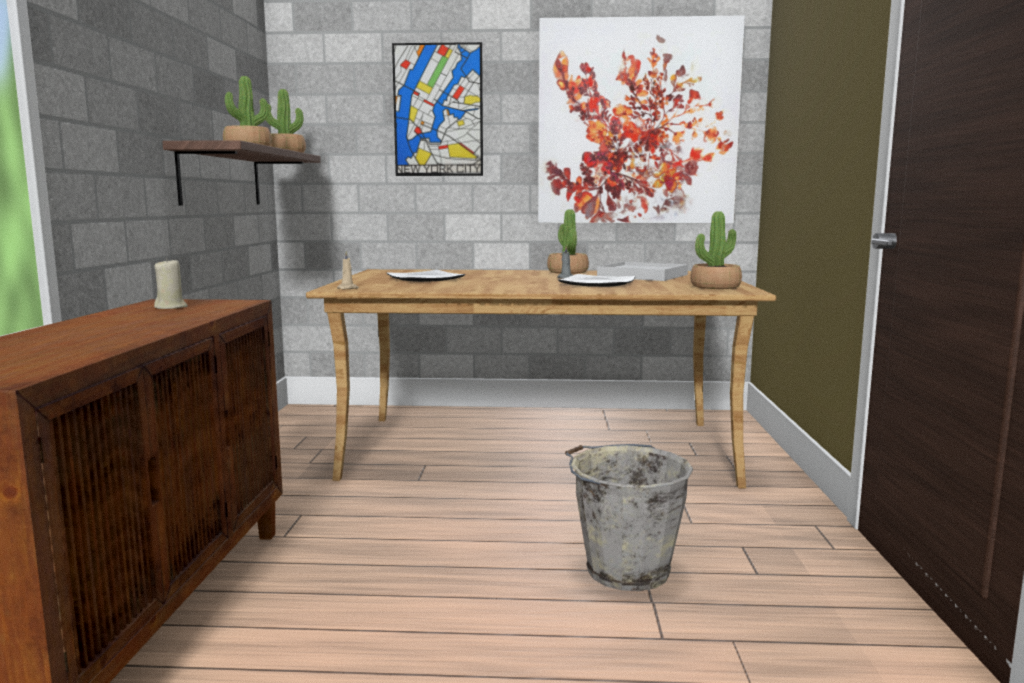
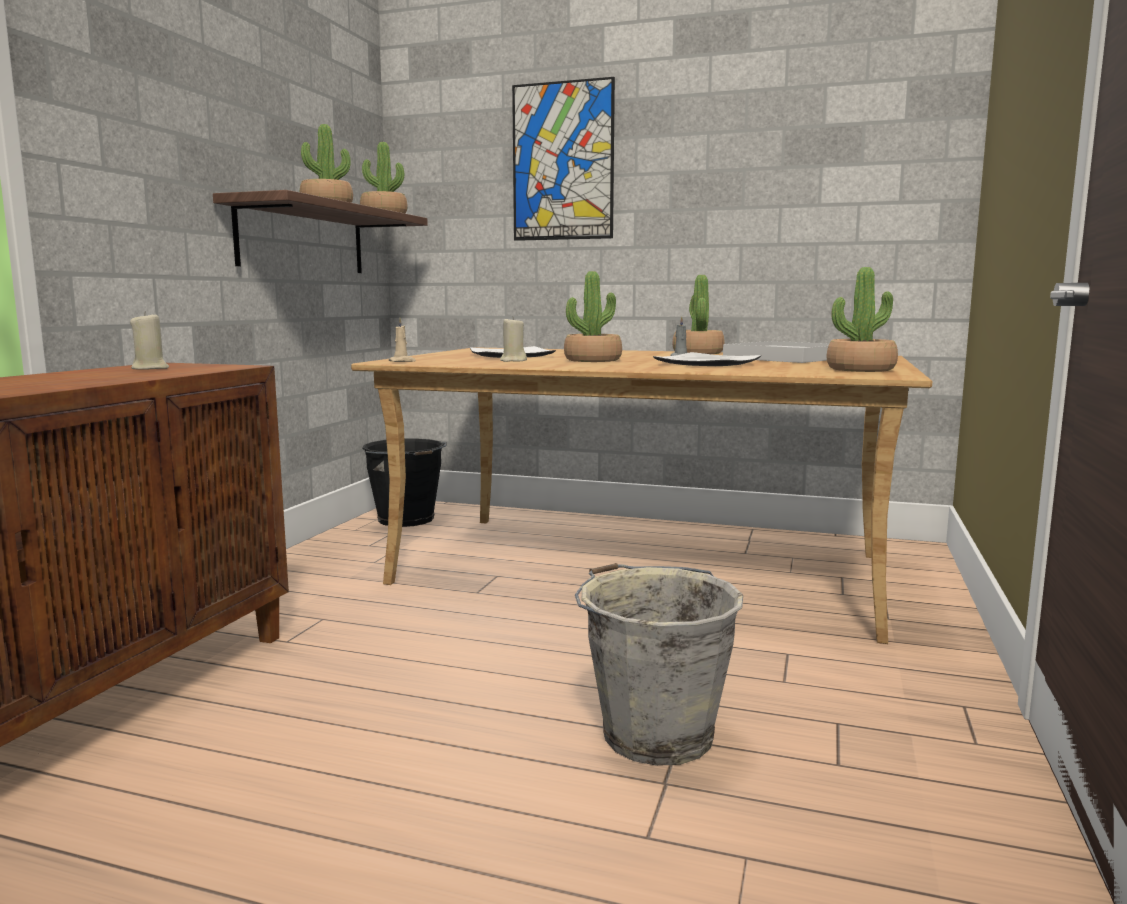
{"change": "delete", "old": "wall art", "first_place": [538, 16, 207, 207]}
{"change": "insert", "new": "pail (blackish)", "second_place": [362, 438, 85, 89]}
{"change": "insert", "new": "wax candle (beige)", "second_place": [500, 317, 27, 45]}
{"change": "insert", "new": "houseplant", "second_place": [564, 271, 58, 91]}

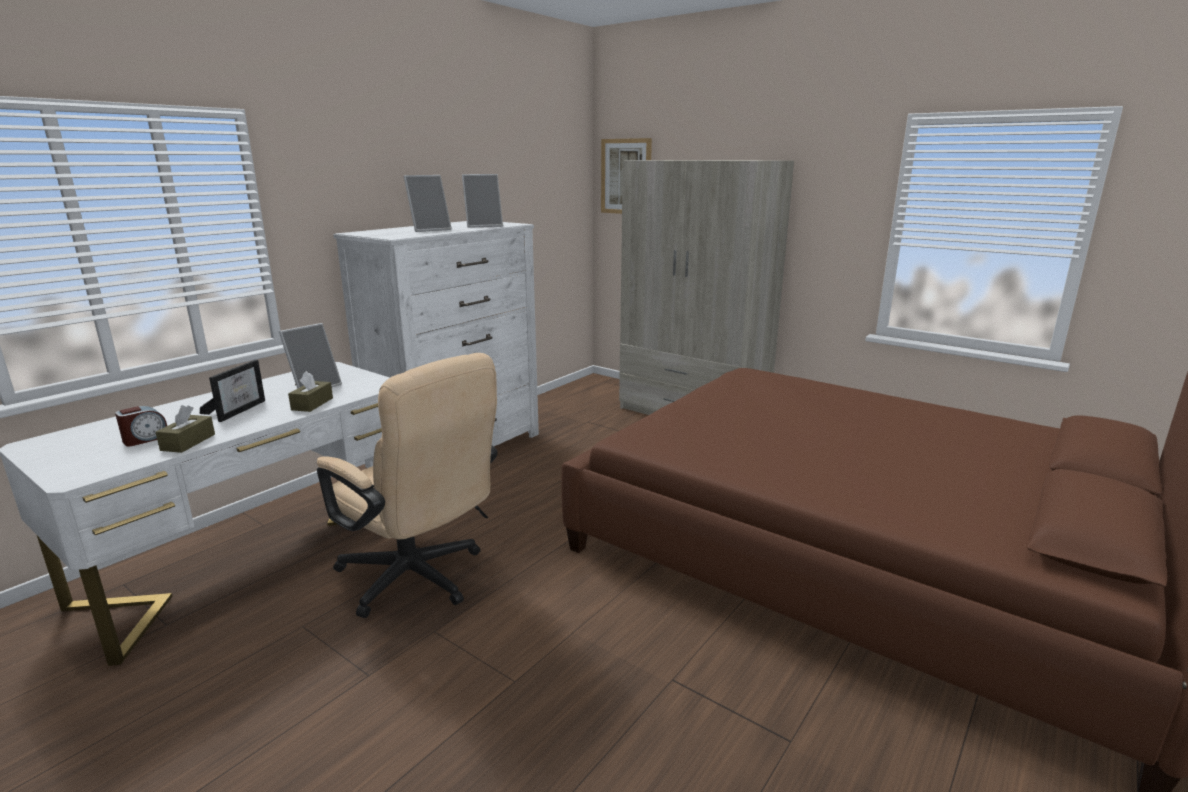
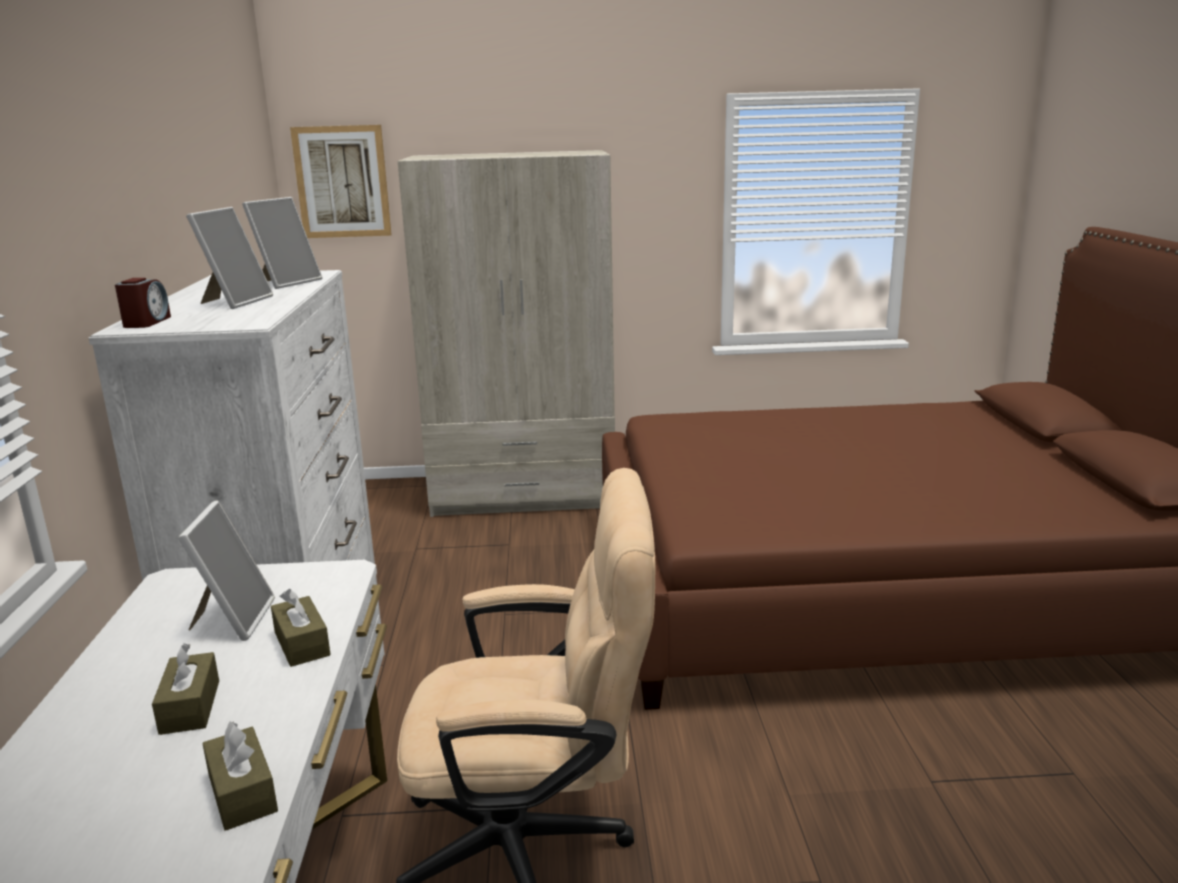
{"change": "move", "old": "bedside clock", "first_place": [115, 406, 52, 41], "second_place": [115, 278, 56, 50]}
{"change": "replace", "old": "standing frame", "new": "tissue holder (brown-coloured)", "first_place": [200, 360, 65, 62], "second_place": [152, 643, 67, 92]}

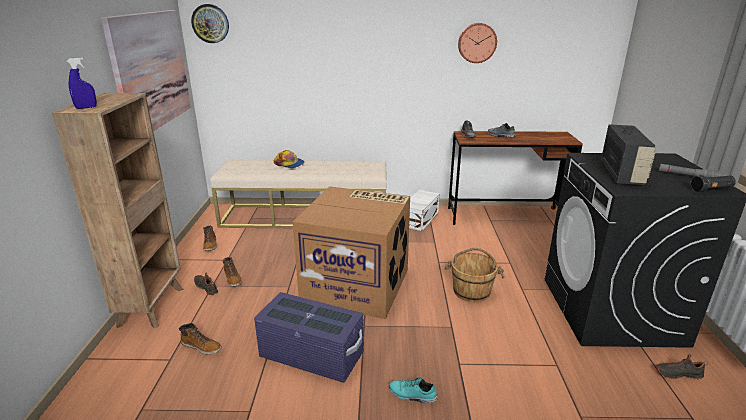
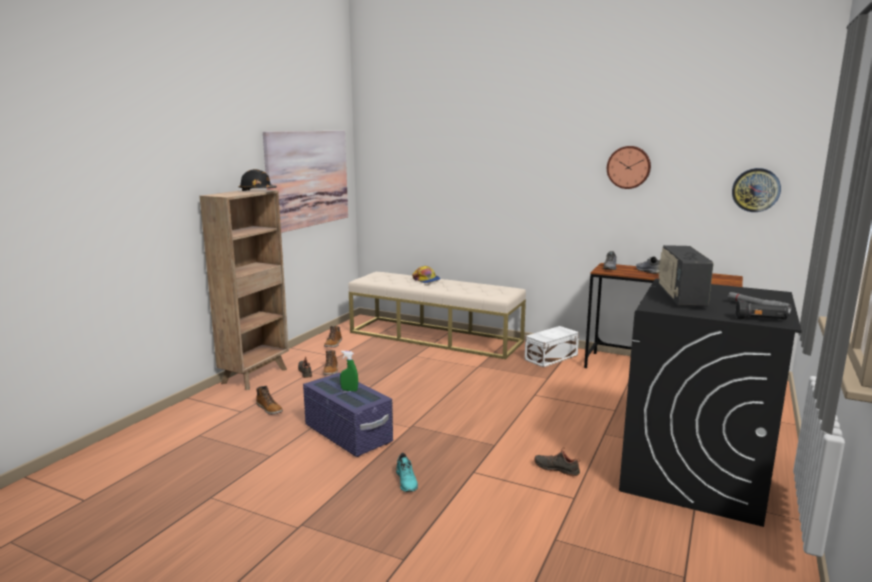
{"change": "delete", "old": "spray bottle (blue-coloured)", "first_place": [67, 57, 30, 52]}
{"change": "move", "old": "hanging clock", "first_place": [191, 4, 38, 39], "second_place": [732, 168, 49, 44]}
{"change": "delete", "old": "cardboard box", "first_place": [293, 186, 117, 133]}
{"change": "rotate", "old": "shoe (blue-green)", "first_place": [389, 377, 49, 27], "second_place": [396, 453, 22, 39], "degrees": -150}
{"change": "delete", "old": "pail (brown-coloured)", "first_place": [444, 248, 60, 54]}
{"change": "rotate", "old": "radio receiver", "first_place": [601, 124, 54, 61], "second_place": [659, 245, 55, 62], "degrees": 150}
{"change": "move", "old": "shoe (blackish)", "first_place": [656, 354, 52, 25], "second_place": [534, 447, 46, 30]}
{"change": "insert", "new": "hard hat (blackish)", "second_place": [238, 169, 39, 22]}
{"change": "insert", "new": "spray bottle (green-coloured)", "second_place": [340, 351, 18, 40]}

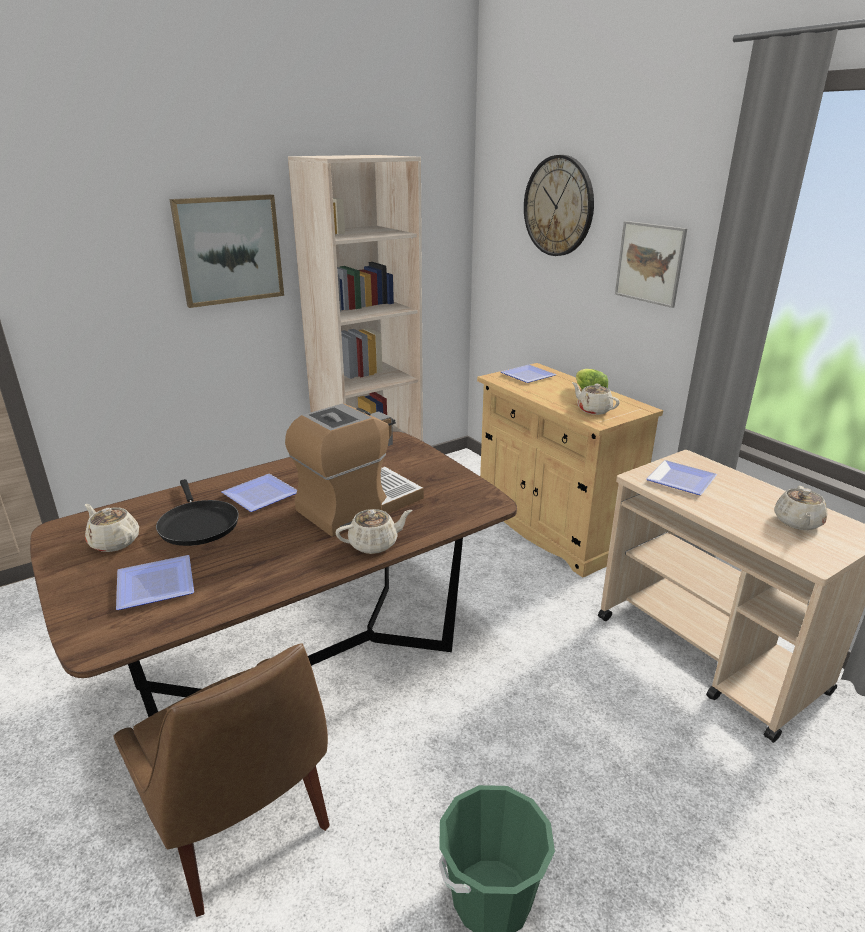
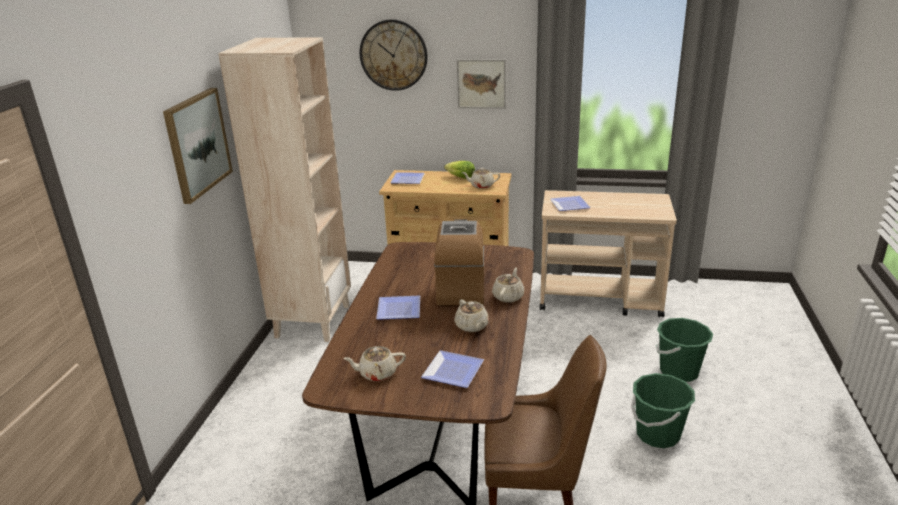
{"change": "delete", "old": "pan (blackish)", "first_place": [156, 479, 83, 67]}
{"change": "move", "old": "pot for tea (beige)", "first_place": [774, 486, 53, 44], "second_place": [454, 299, 35, 33]}
{"change": "insert", "new": "pail (green-coloured)", "second_place": [656, 318, 57, 64]}

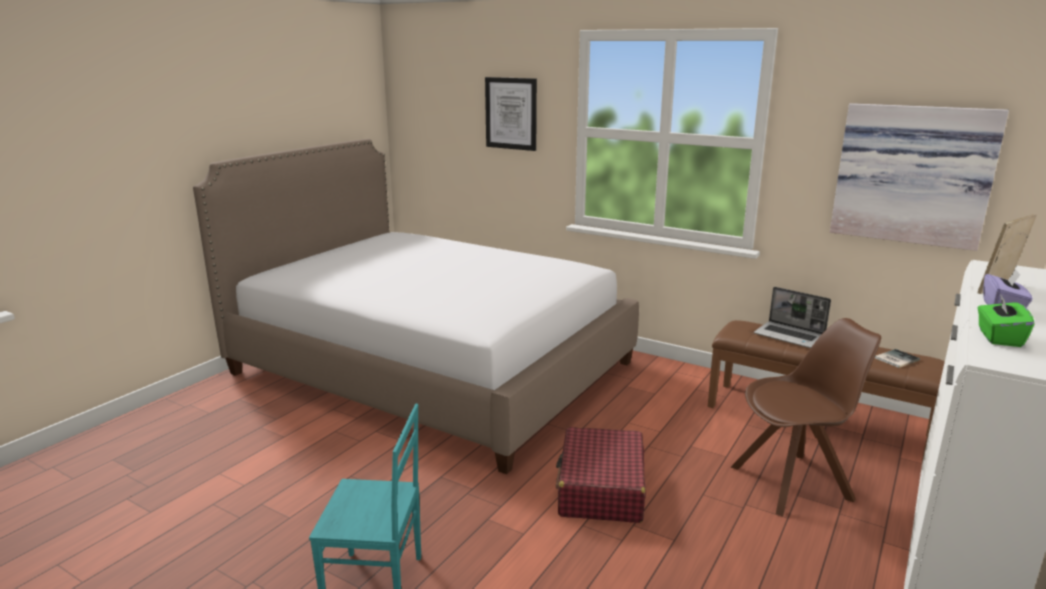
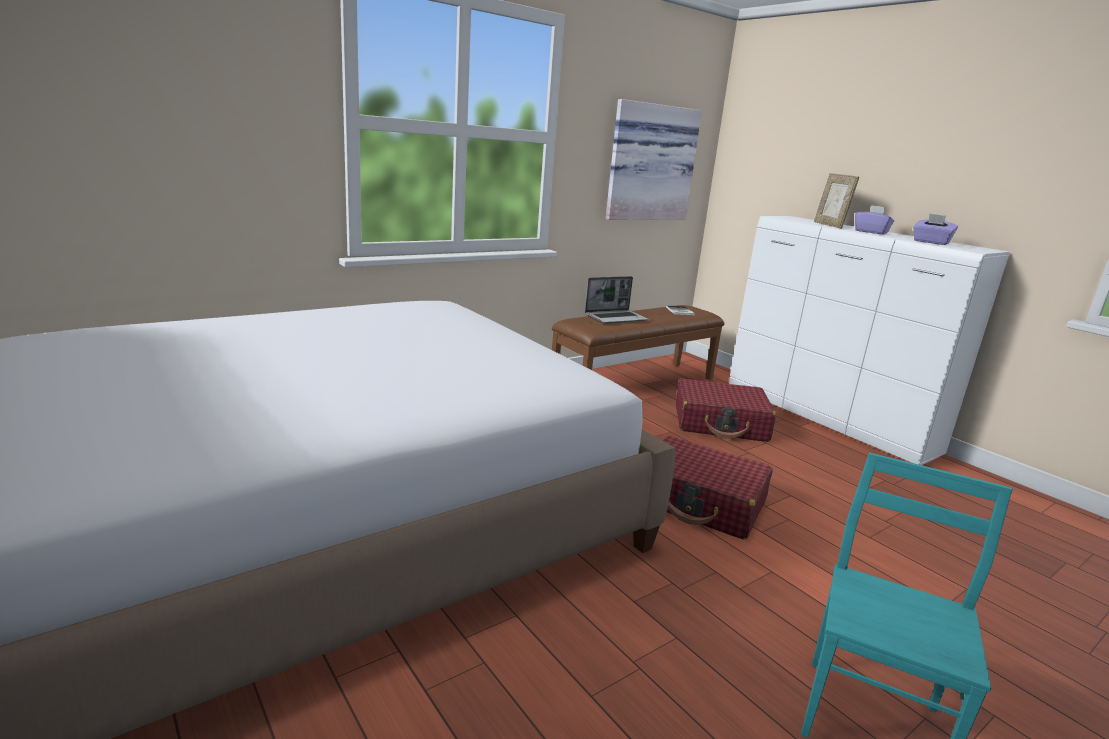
{"change": "delete", "old": "wall art", "first_place": [485, 77, 52, 74]}
{"change": "replace", "old": "upright chair (brown-coloured)", "new": "travel case (red)", "first_place": [730, 318, 151, 198], "second_place": [676, 378, 100, 64]}
{"change": "recolor", "old": "tissue holder (green-coloured)", "new": "tissue holder (purple)", "first_place": [978, 294, 57, 53], "second_place": [913, 213, 45, 32]}

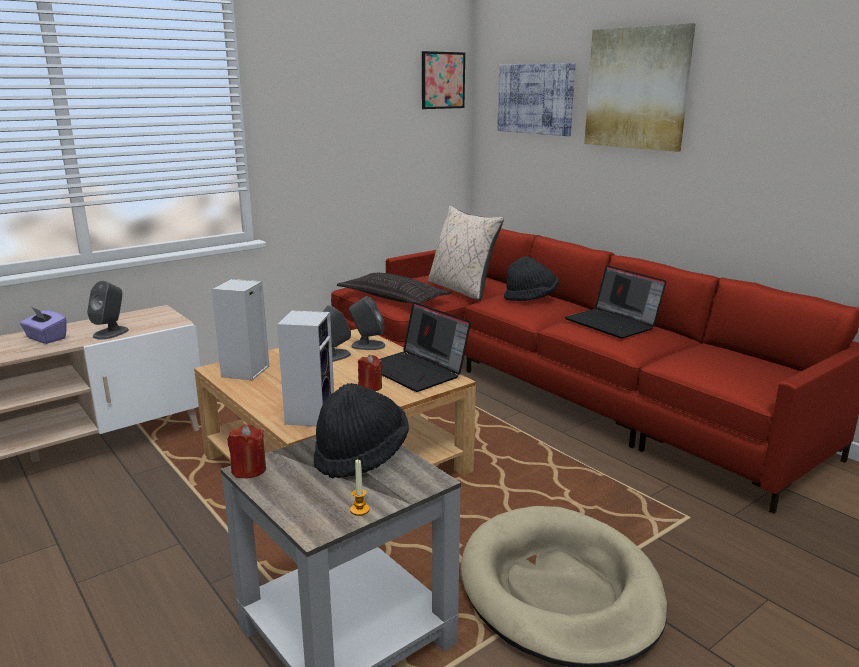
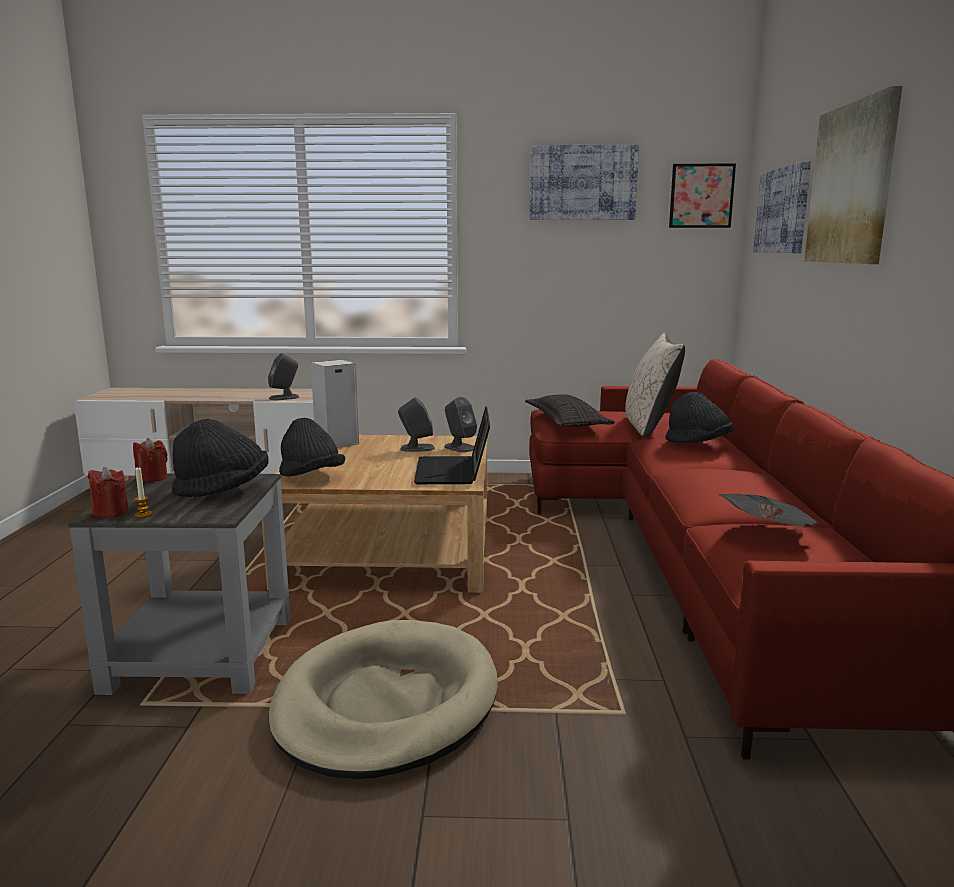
{"change": "delete", "old": "tissue holder (purple)", "first_place": [20, 307, 47, 37]}
{"change": "replace", "old": "loudspeaker", "new": "wearable hat (blackish)", "first_place": [277, 310, 57, 117], "second_place": [279, 418, 66, 58]}
{"change": "move", "old": "wax candle (red)", "first_place": [358, 355, 25, 36], "second_place": [88, 467, 41, 51]}
{"change": "delete", "old": "laptop", "first_place": [565, 265, 101, 74]}
{"change": "insert", "new": "wall art", "second_place": [530, 145, 109, 75]}
{"change": "insert", "new": "printed paper", "second_place": [718, 494, 100, 32]}

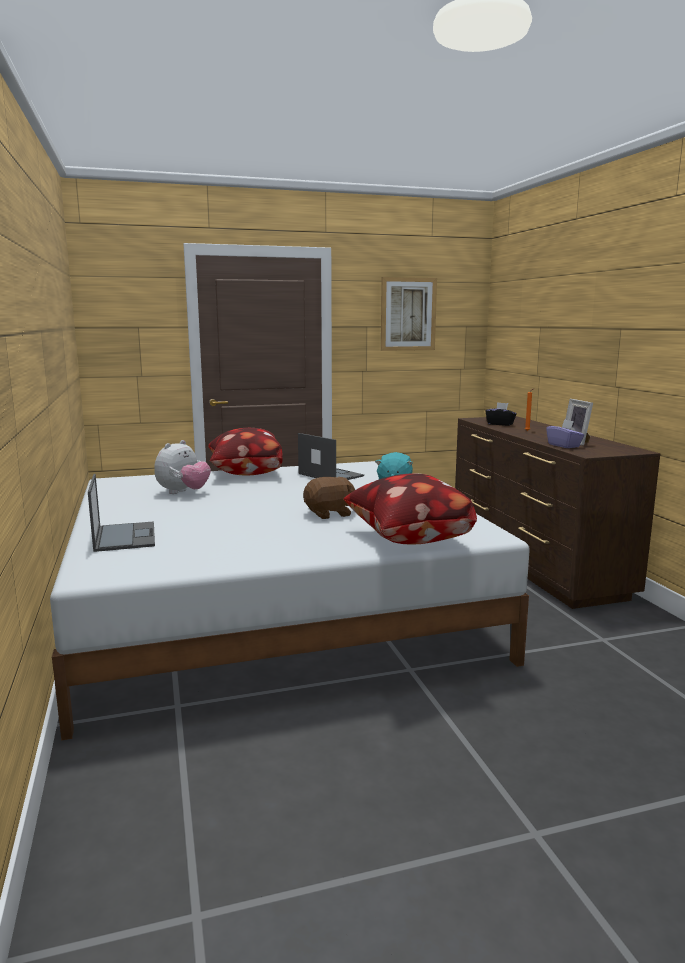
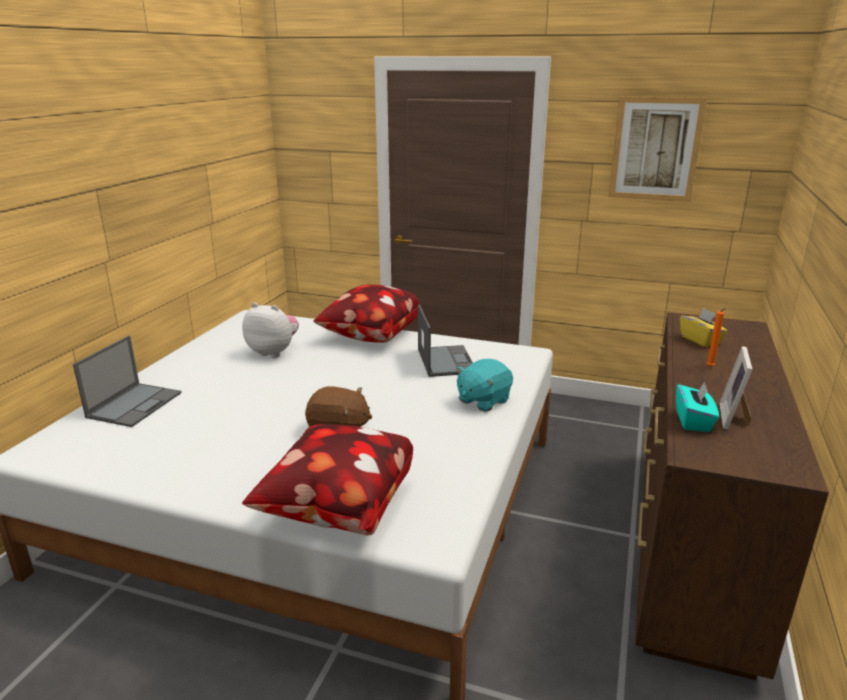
{"change": "rotate", "old": "cuddly toy", "first_place": [154, 440, 57, 54], "second_place": [242, 303, 57, 55], "degrees": -135}
{"change": "recolor", "old": "tissue holder (blackish)", "new": "tissue holder (yellowish)", "first_place": [485, 402, 32, 24], "second_place": [680, 308, 47, 39]}
{"change": "recolor", "old": "tissue holder (purple)", "new": "tissue holder (blue-green)", "first_place": [546, 419, 38, 29], "second_place": [676, 382, 43, 50]}

